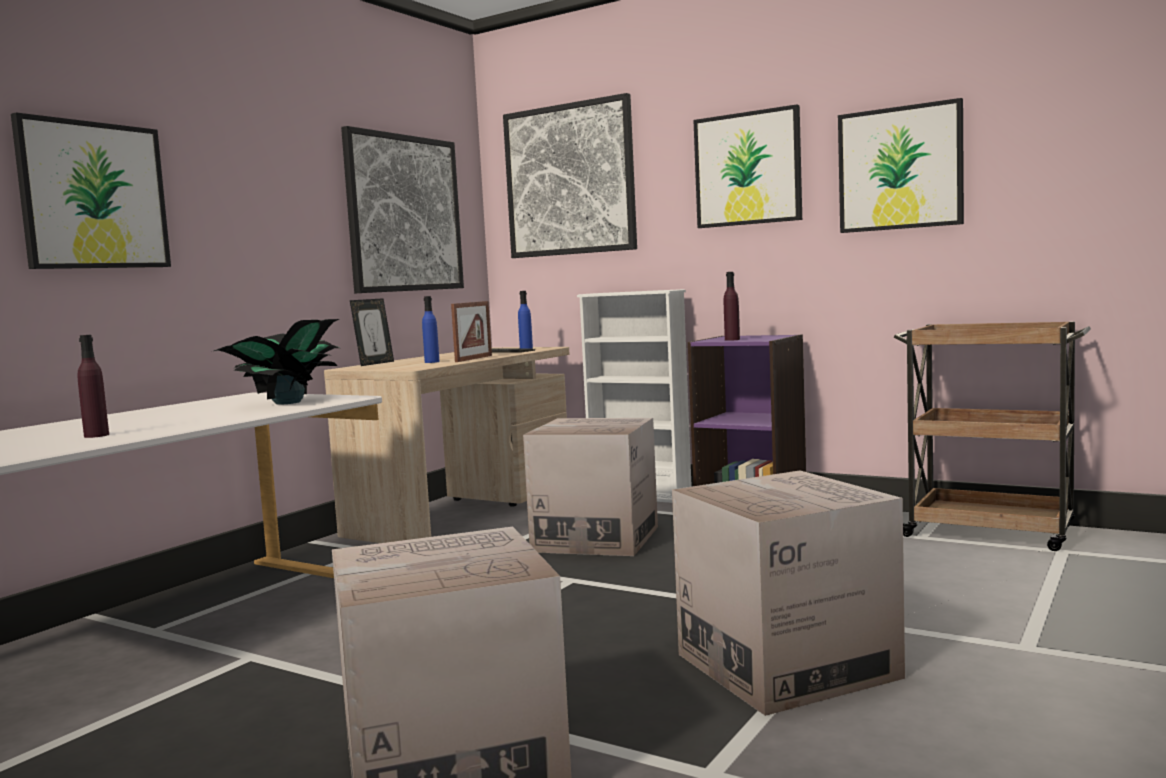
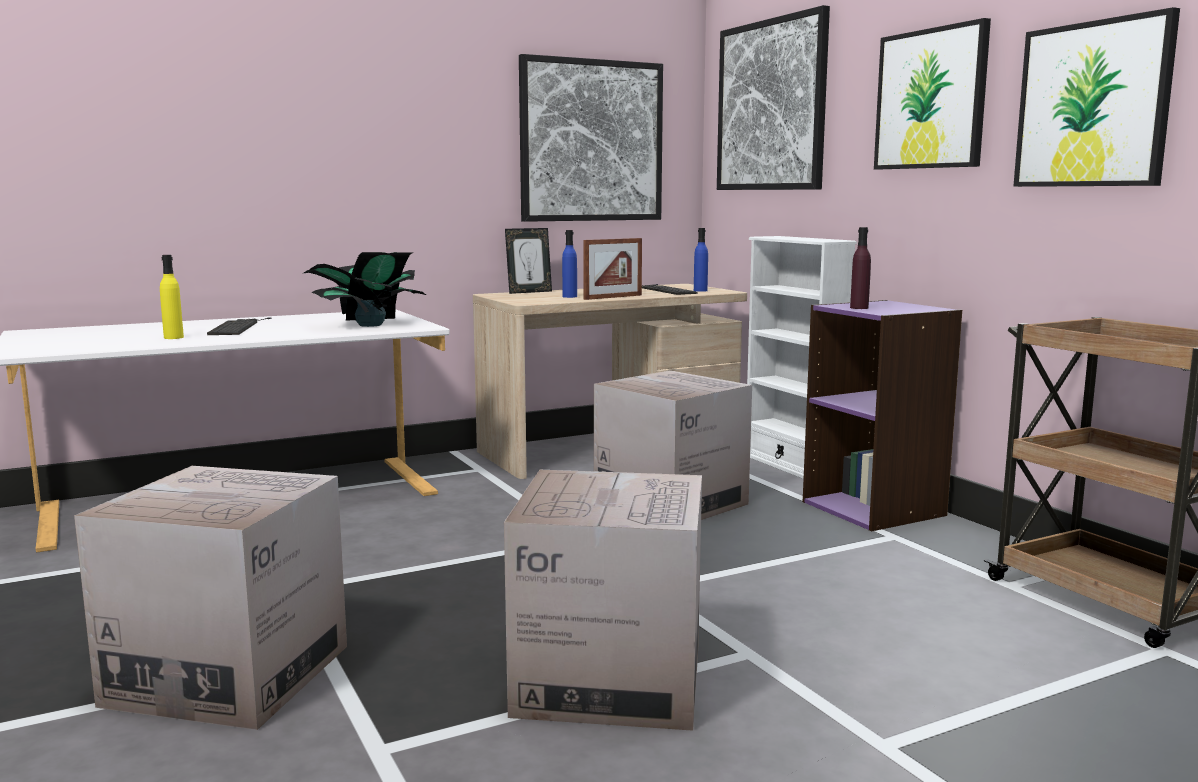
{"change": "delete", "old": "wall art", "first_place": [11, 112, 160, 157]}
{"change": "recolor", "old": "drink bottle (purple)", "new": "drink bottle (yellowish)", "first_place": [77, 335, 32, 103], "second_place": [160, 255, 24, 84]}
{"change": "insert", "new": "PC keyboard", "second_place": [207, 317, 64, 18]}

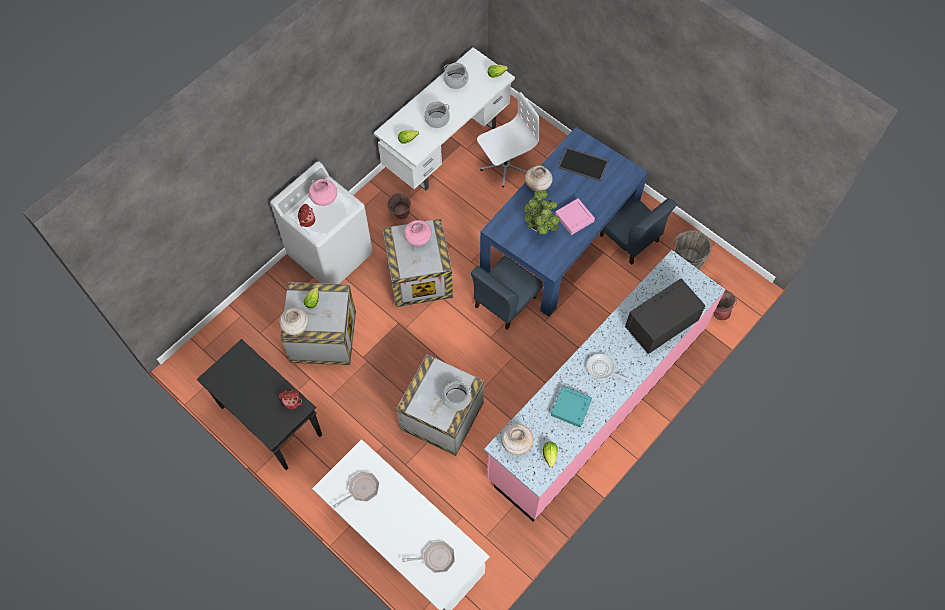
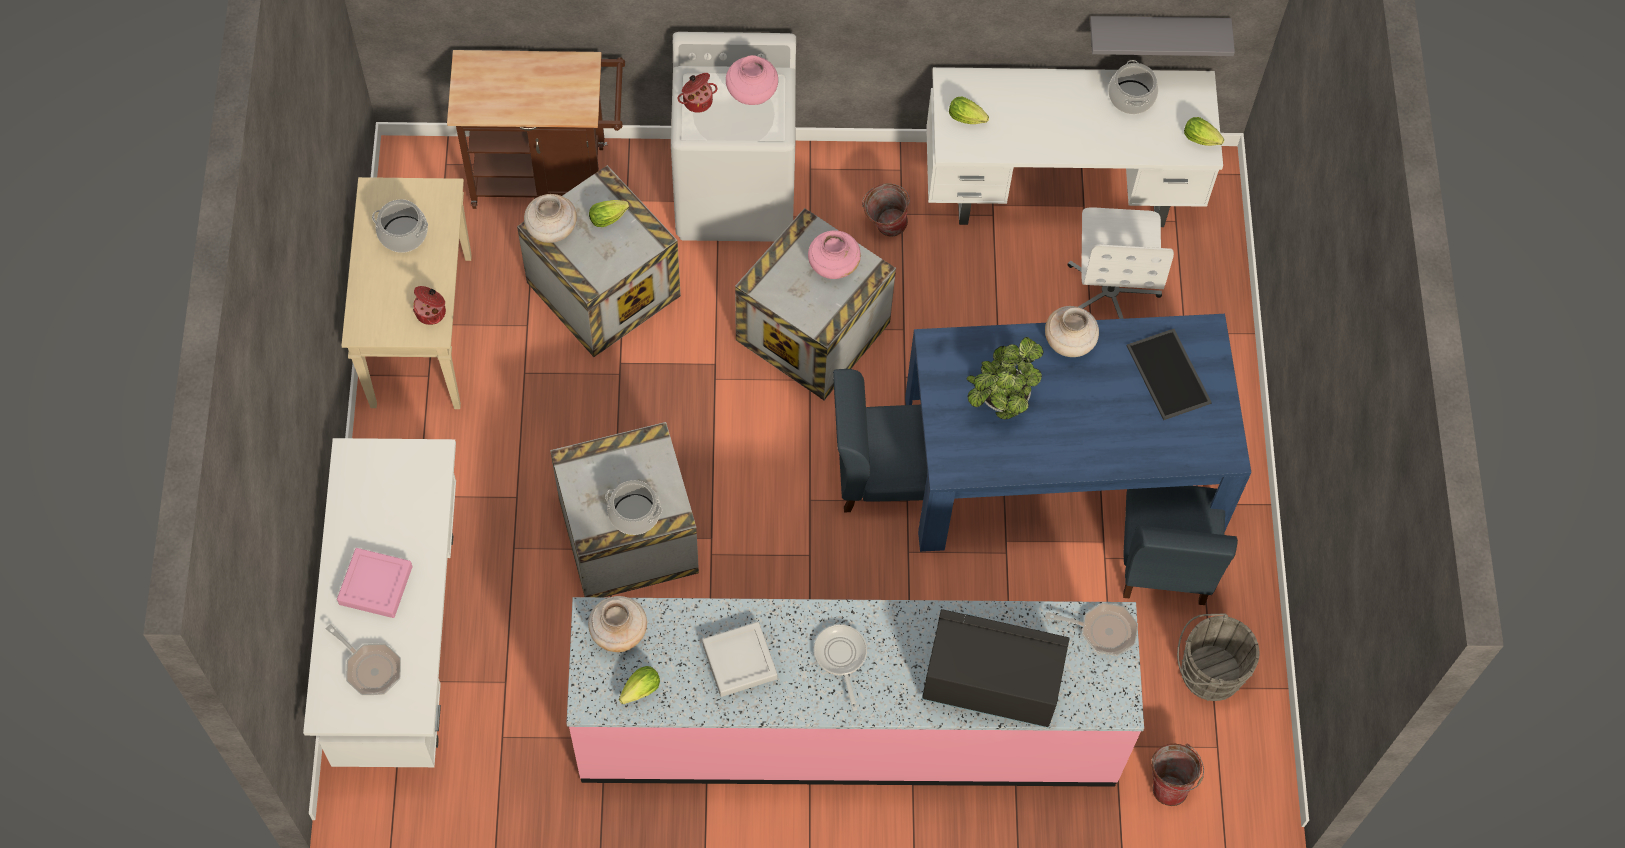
{"change": "recolor", "old": "hall table (blackish)", "new": "hall table (beige)", "first_place": [197, 339, 125, 131], "second_place": [341, 177, 131, 232]}
{"change": "move", "old": "pan", "first_place": [333, 472, 46, 36], "second_place": [1045, 602, 93, 54]}
{"change": "move", "old": "saucepot", "first_place": [424, 101, 26, 27], "second_place": [372, 199, 56, 54]}
{"change": "rotate", "old": "office chair (whitish)", "first_place": [477, 92, 63, 96], "second_place": [1068, 207, 106, 112], "degrees": 75}
{"change": "recolor", "old": "carrying tray (blue-green)", "new": "carrying tray (gray)", "first_place": [551, 386, 41, 41], "second_place": [702, 622, 75, 75]}
{"change": "move", "old": "carrying tray (pink)", "first_place": [555, 198, 40, 37], "second_place": [337, 548, 76, 70]}
{"change": "insert", "new": "cart (brown-coloured)", "second_place": [447, 50, 178, 159]}
{"change": "insert", "new": "bracket shelf (gray)", "second_place": [1090, 16, 145, 40]}

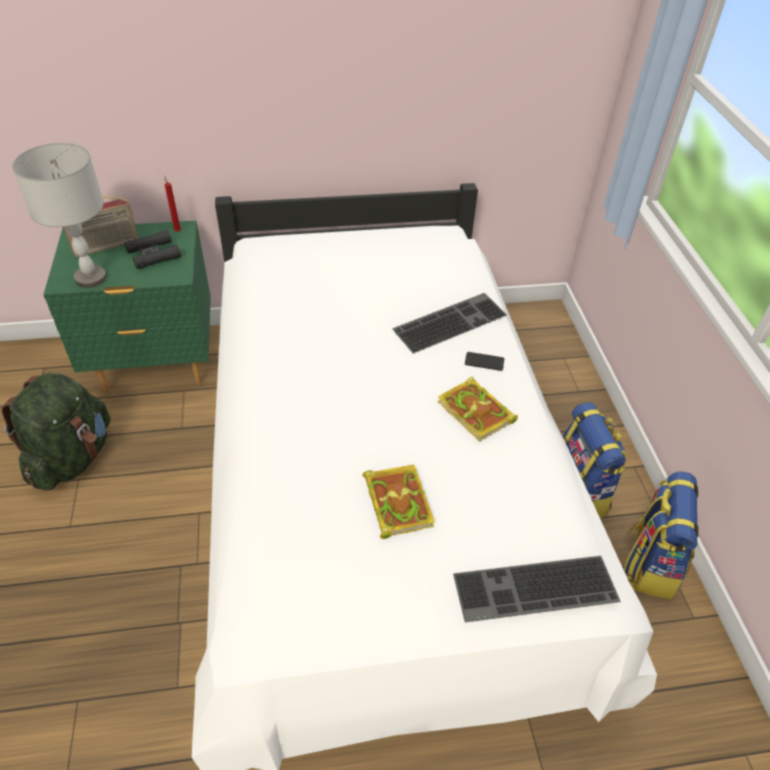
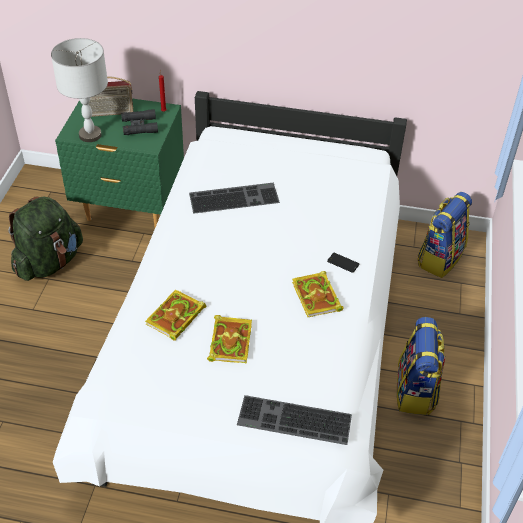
{"change": "move", "old": "PC keyboard", "first_place": [392, 293, 115, 61], "second_place": [189, 183, 91, 31]}
{"change": "move", "old": "backpack", "first_place": [624, 471, 75, 128], "second_place": [418, 192, 54, 86]}
{"change": "insert", "new": "book", "second_place": [145, 290, 62, 51]}

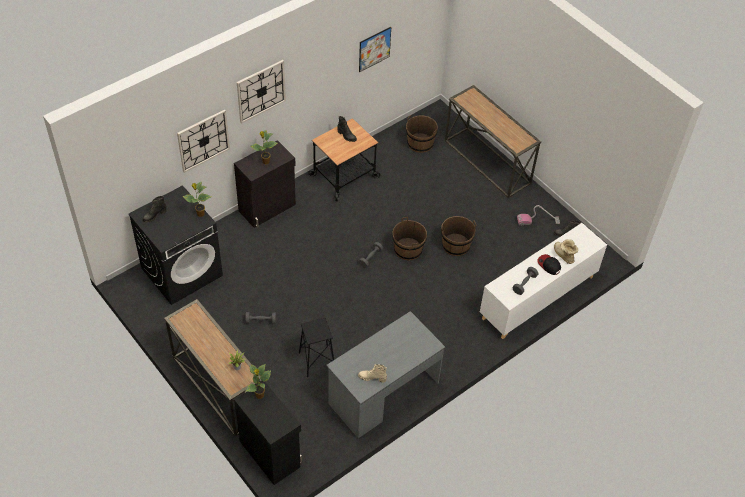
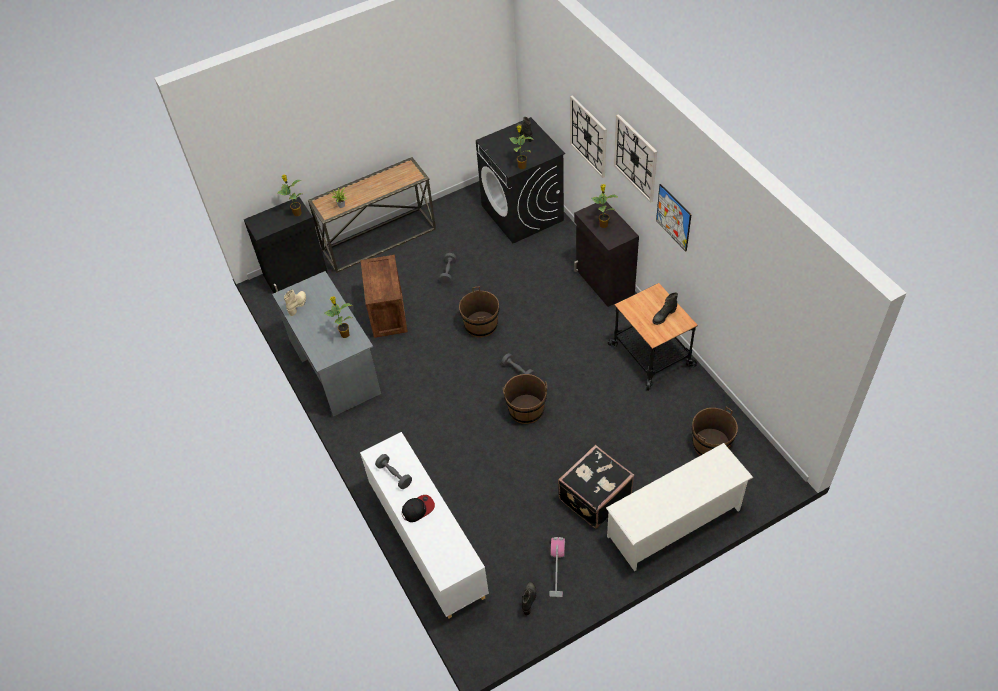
{"change": "replace", "old": "sitting stool (blackish)", "new": "crate", "first_place": [299, 318, 35, 59], "second_place": [361, 255, 47, 83]}
{"change": "move", "old": "wall art", "first_place": [359, 27, 32, 45], "second_place": [656, 184, 36, 67]}
{"change": "move", "old": "pail (brown-coloured)", "first_place": [441, 216, 35, 40], "second_place": [459, 286, 40, 52]}
{"change": "replace", "old": "hall table", "new": "shoe rack (whitish)", "first_place": [445, 85, 96, 113], "second_place": [606, 443, 147, 128]}
{"change": "delete", "old": "high-top boot", "first_place": [554, 239, 24, 25]}
{"change": "insert", "new": "houseplant", "second_place": [324, 296, 28, 42]}
{"change": "insert", "new": "travel case (blackish)", "second_place": [558, 445, 76, 83]}

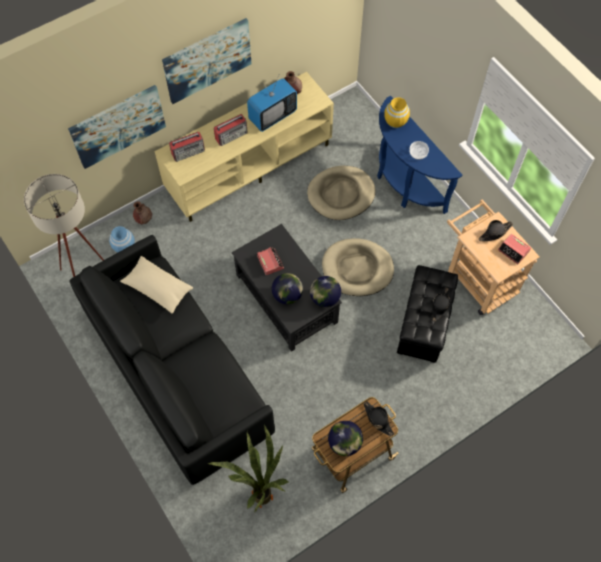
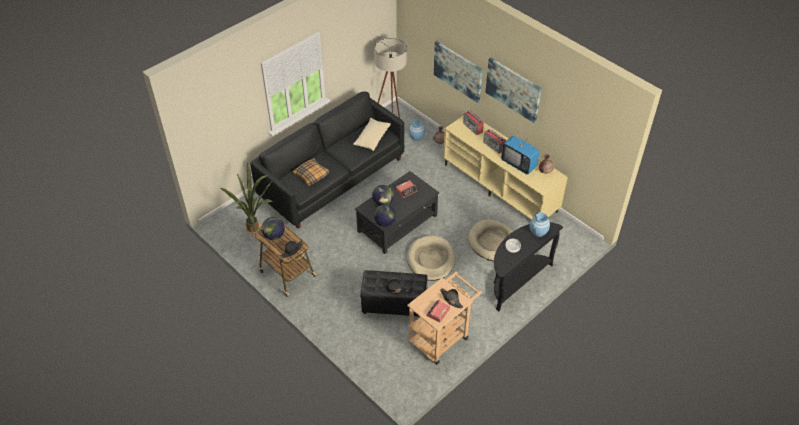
{"change": "recolor", "old": "hall table (blue-coloured)", "new": "hall table (blackish)", "first_place": [377, 96, 86, 118], "second_place": [494, 222, 69, 89]}
{"change": "recolor", "old": "vase (yellowish)", "new": "vase (blue-coloured)", "first_place": [384, 97, 26, 31], "second_place": [529, 212, 21, 25]}
{"change": "insert", "new": "cushion", "second_place": [293, 158, 37, 28]}

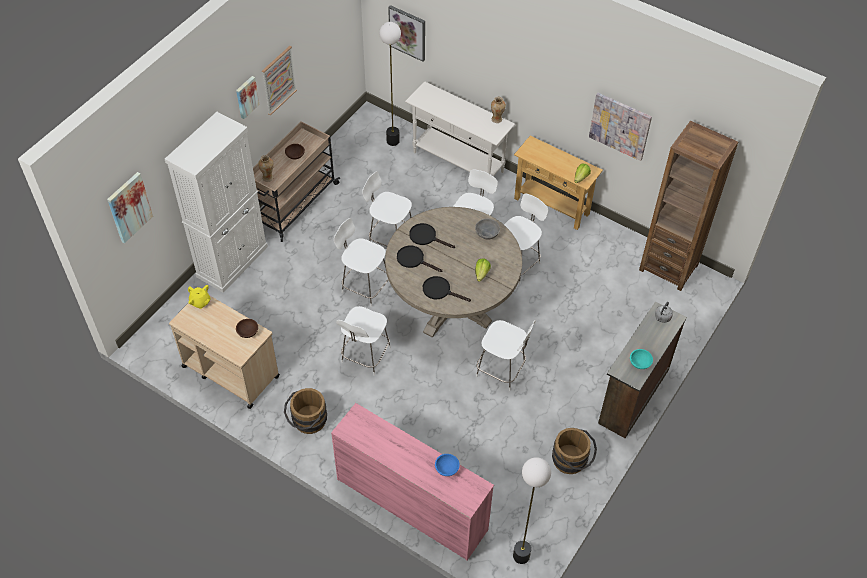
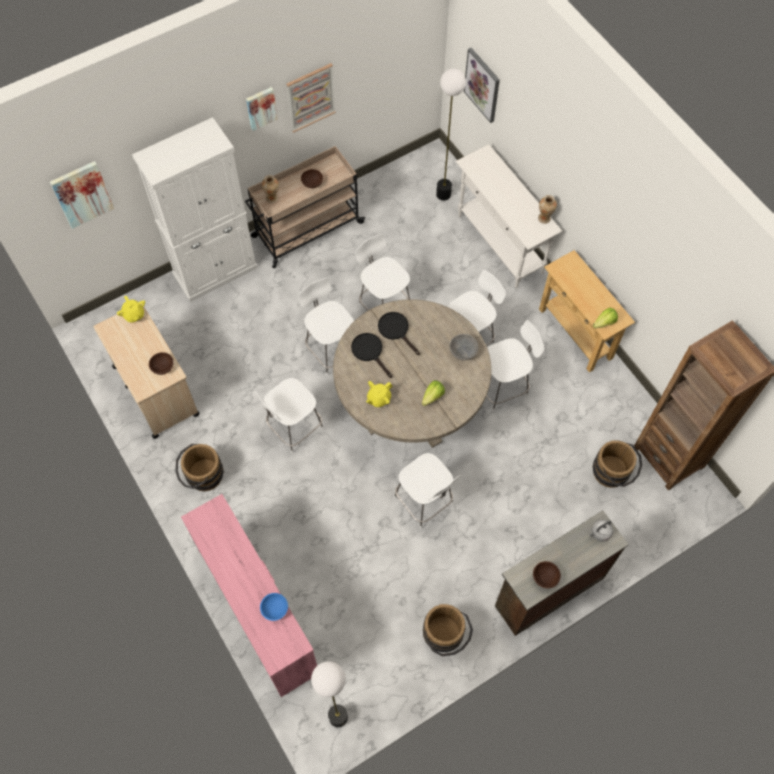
{"change": "replace", "old": "pan (blackish)", "new": "pot for tea (yellowish)", "first_place": [423, 276, 48, 26], "second_place": [366, 381, 26, 26]}
{"change": "delete", "old": "wall art", "first_place": [589, 93, 63, 68]}
{"change": "recolor", "old": "bowl (blue-green)", "new": "bowl (brown-coloured)", "first_place": [630, 349, 23, 20], "second_place": [533, 561, 28, 28]}
{"change": "insert", "new": "pail (brown-coloured)", "second_place": [593, 440, 49, 48]}

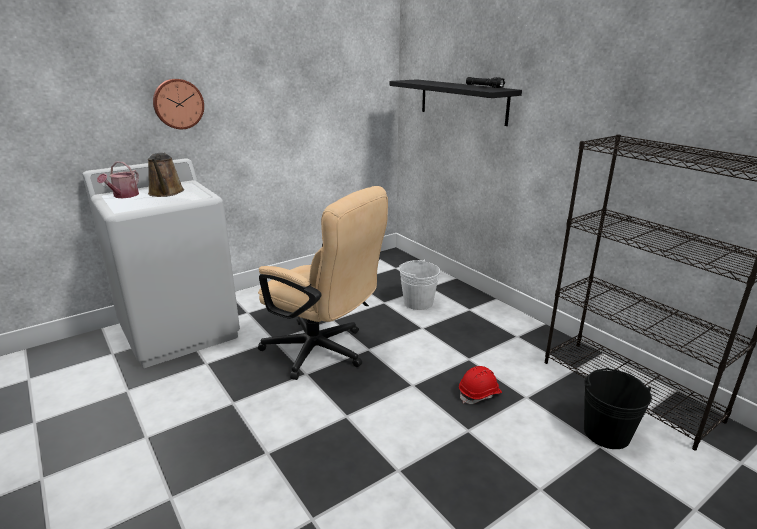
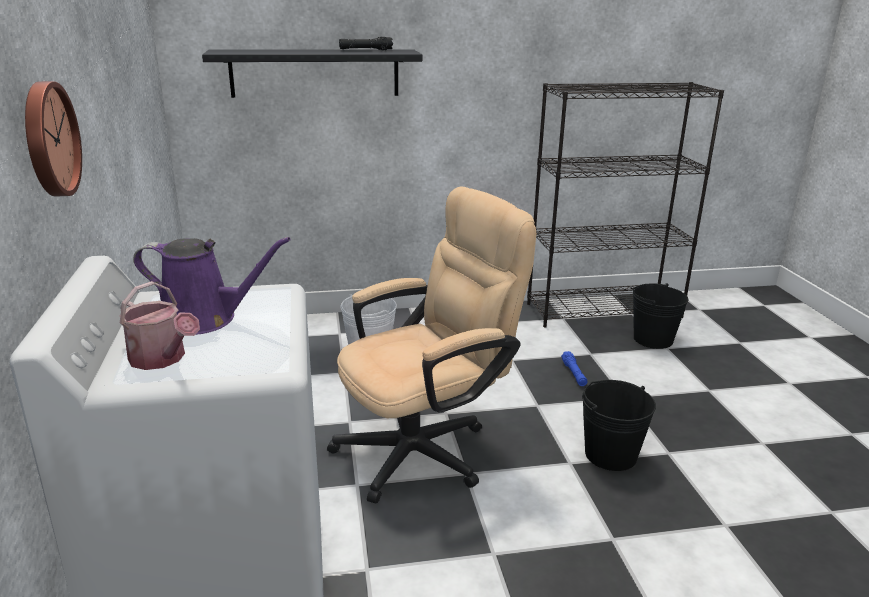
{"change": "recolor", "old": "sprinkling can (brown-coloured)", "new": "sprinkling can (purple)", "first_place": [148, 153, 36, 44], "second_place": [133, 237, 158, 98]}
{"change": "replace", "old": "hard hat (red)", "new": "flashlight (blue-coloured)", "first_place": [459, 366, 43, 38], "second_place": [561, 351, 26, 35]}
{"change": "insert", "new": "pail (blackish)", "second_place": [582, 380, 74, 91]}

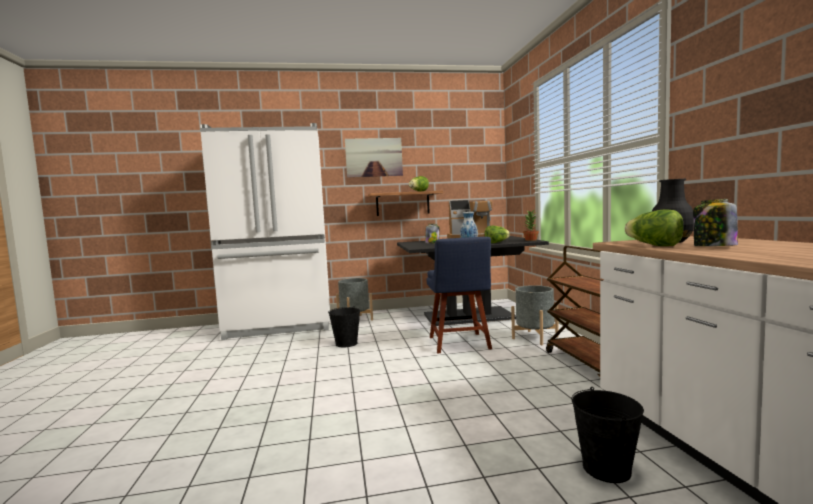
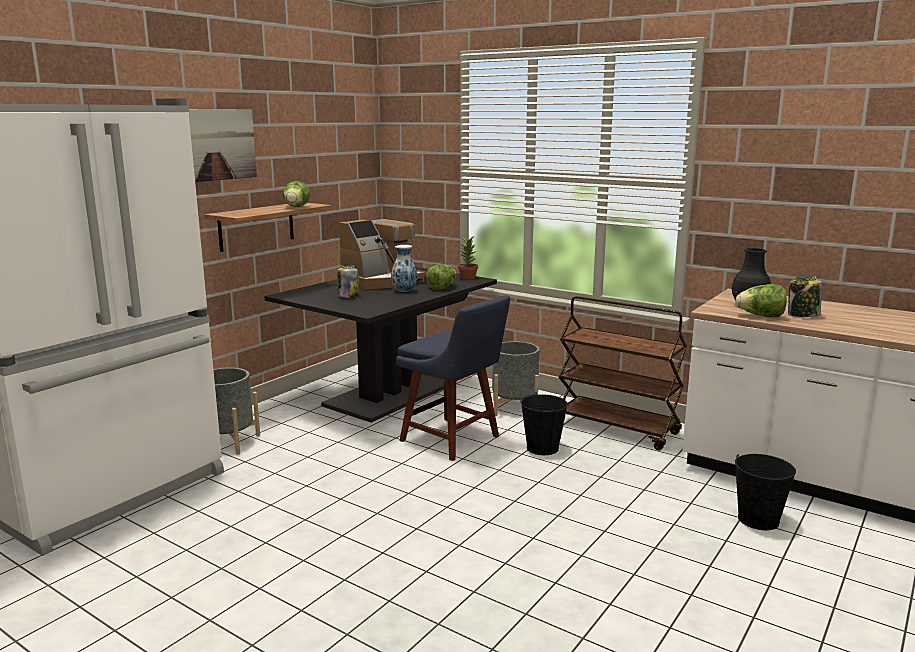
{"change": "move", "old": "pail (blackish)", "first_place": [328, 306, 32, 41], "second_place": [520, 392, 48, 63]}

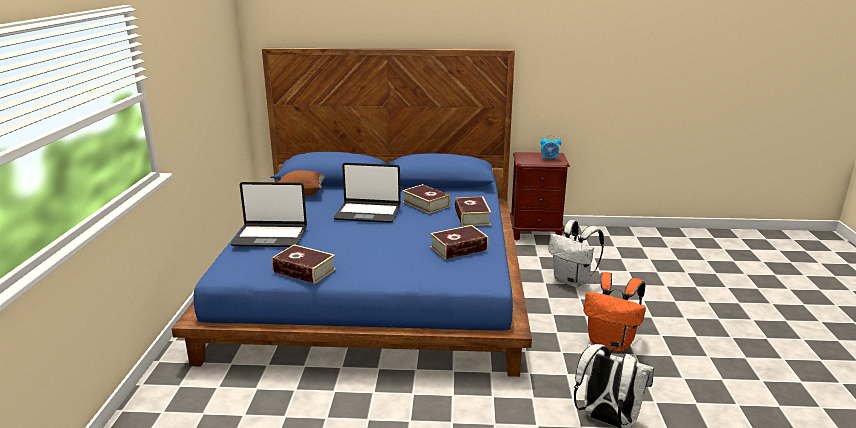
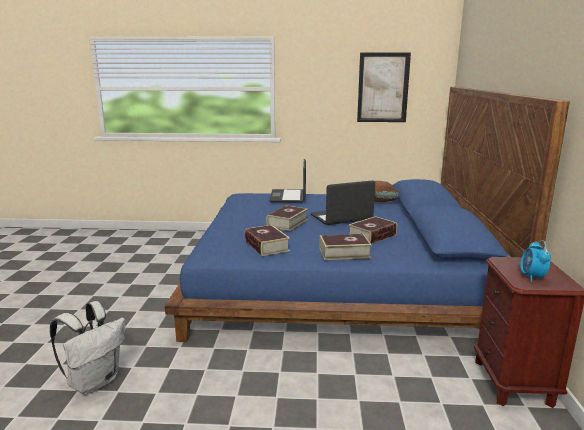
{"change": "move", "old": "book", "first_place": [272, 244, 64, 40], "second_place": [266, 205, 42, 26]}
{"change": "rotate", "old": "laptop", "first_place": [334, 163, 67, 60], "second_place": [311, 180, 64, 45], "degrees": 60}
{"change": "delete", "old": "backpack (whitish)", "first_place": [548, 220, 56, 67]}
{"change": "delete", "old": "backpack (orange)", "first_place": [584, 272, 62, 80]}
{"change": "insert", "new": "wall art", "second_place": [357, 52, 54, 70]}

